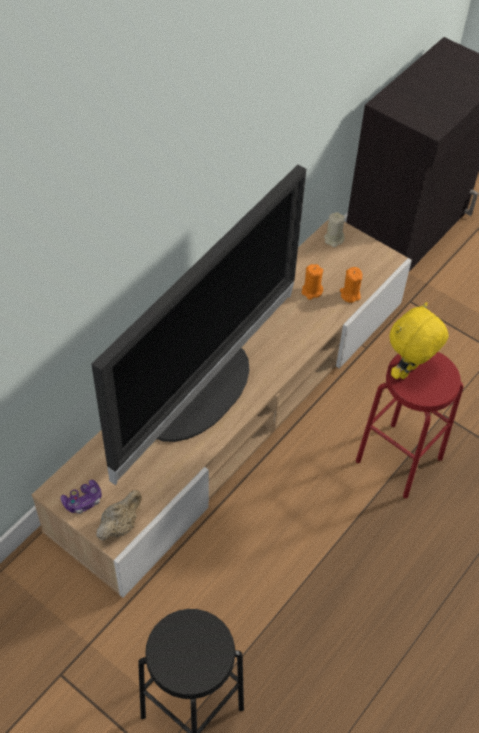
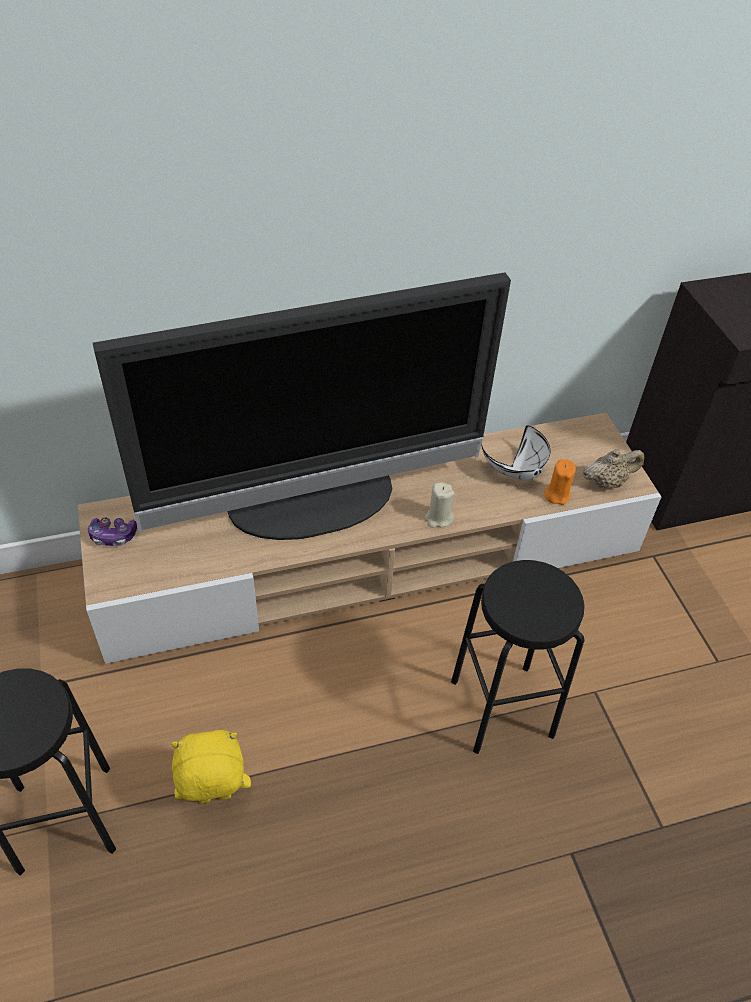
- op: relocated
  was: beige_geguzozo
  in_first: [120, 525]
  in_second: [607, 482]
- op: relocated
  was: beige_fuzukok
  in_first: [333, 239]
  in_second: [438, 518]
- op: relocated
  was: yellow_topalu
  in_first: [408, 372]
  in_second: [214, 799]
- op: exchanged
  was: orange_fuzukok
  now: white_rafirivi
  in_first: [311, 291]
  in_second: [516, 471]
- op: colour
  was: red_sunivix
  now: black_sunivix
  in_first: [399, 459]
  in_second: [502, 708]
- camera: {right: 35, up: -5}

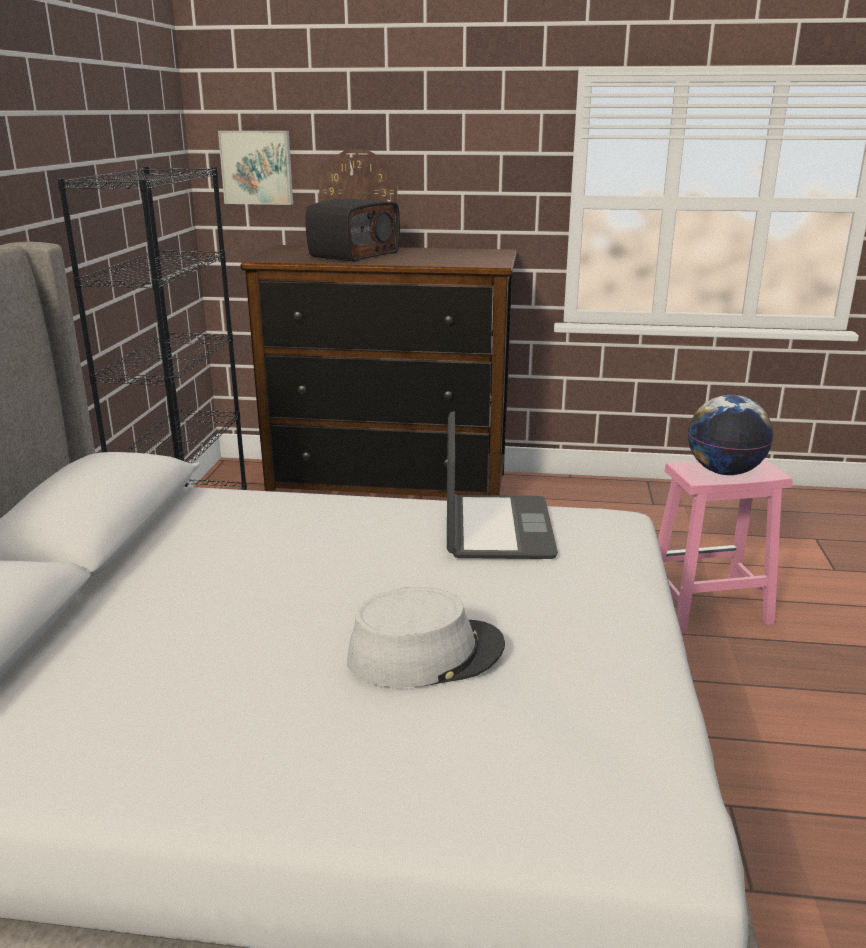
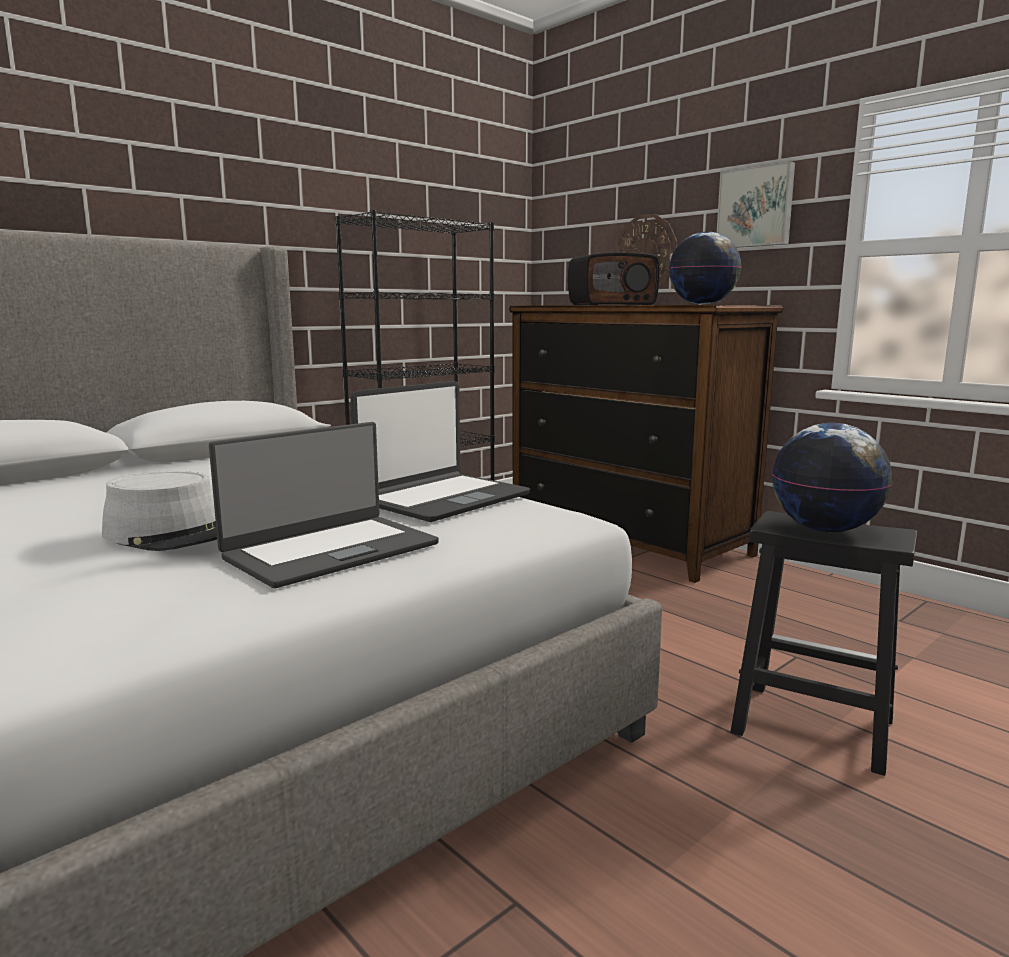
- op: appeared
  now: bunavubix
  in_second: [330, 550]
- op: appeared
  now: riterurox
  in_second: [702, 304]
- op: relocated
  was: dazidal
  in_first: [257, 167]
  in_second: [756, 207]
- op: colour
  was: pink_sunivix
  now: black_sunivix
  in_first: [706, 608]
  in_second: [809, 725]
- camera: {right: 40, up: -10}

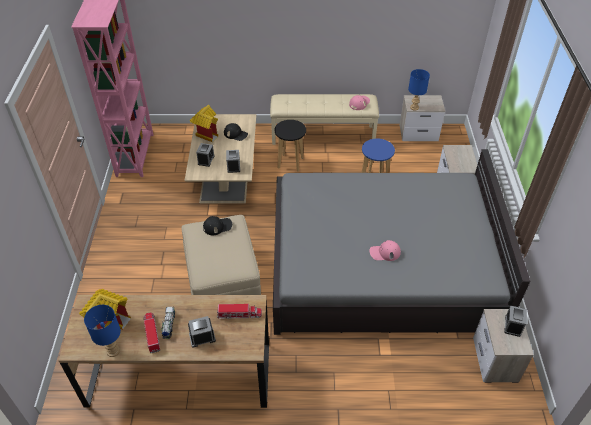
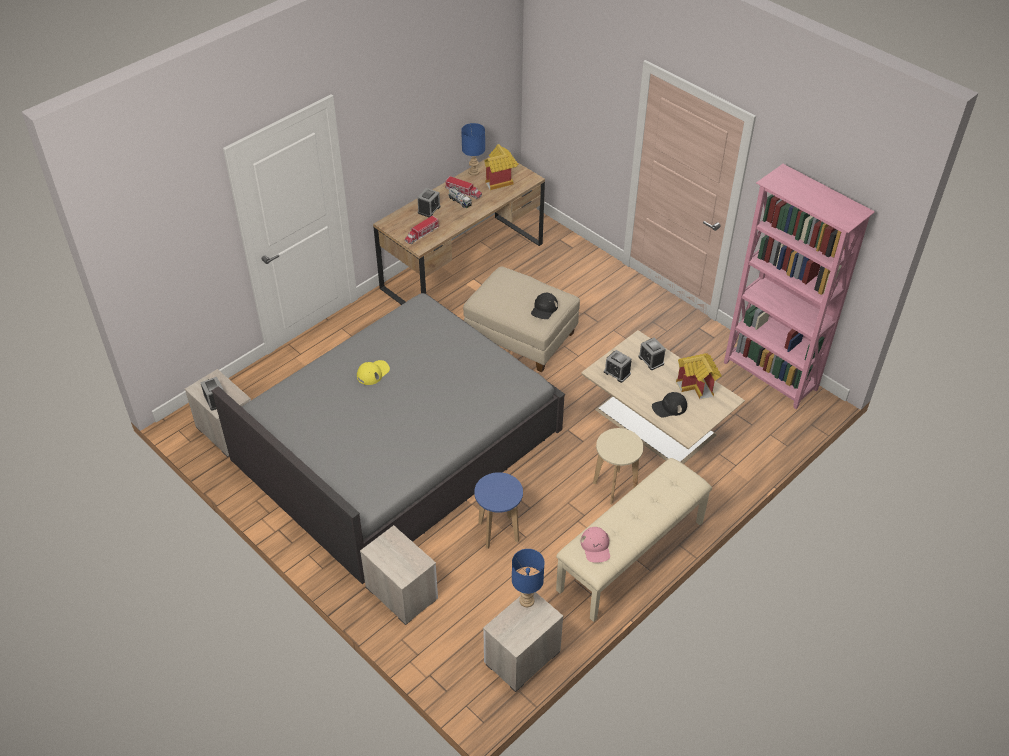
- op: colour
  was: black_sunivix
  now: beige_sunivix
  in_first: [290, 163]
  in_second: [615, 487]
- op: colour
  was: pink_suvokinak
  now: yellow_suvokinak
  in_first: [384, 252]
  in_second: [373, 373]
- camera: {right: 135, up: 0}

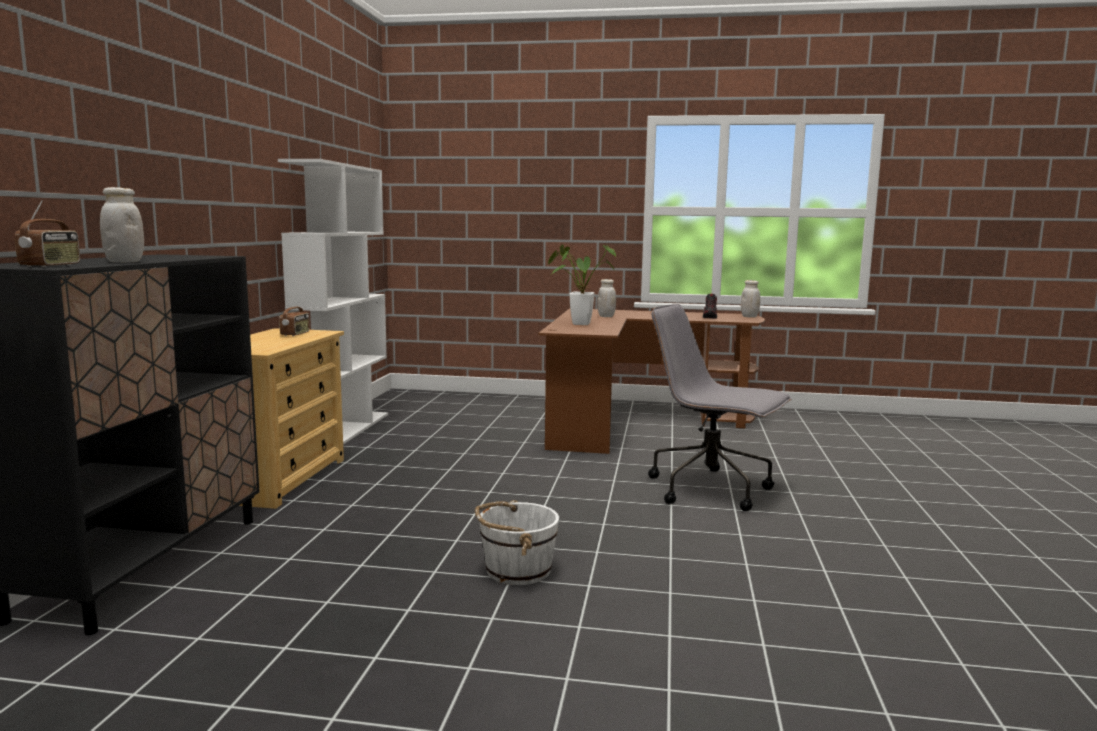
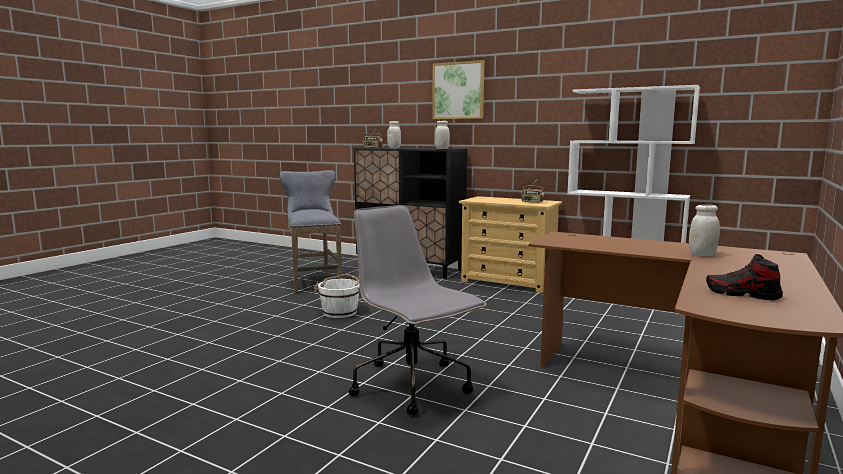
- op: missing
  was: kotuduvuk
  in_first: [576, 324]
- op: appeared
  now: grey_sunivix
  in_second: [314, 282]
- op: appeared
  now: dazidal
  in_second: [458, 90]
- op: relocated
  was: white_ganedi
  in_first: [749, 317]
  in_second: [442, 149]
- op: spun
  was: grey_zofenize
  in_first: [711, 490]
  in_second: [413, 386]
  clockwise: -90
- camera: {right: 110, up: 0}

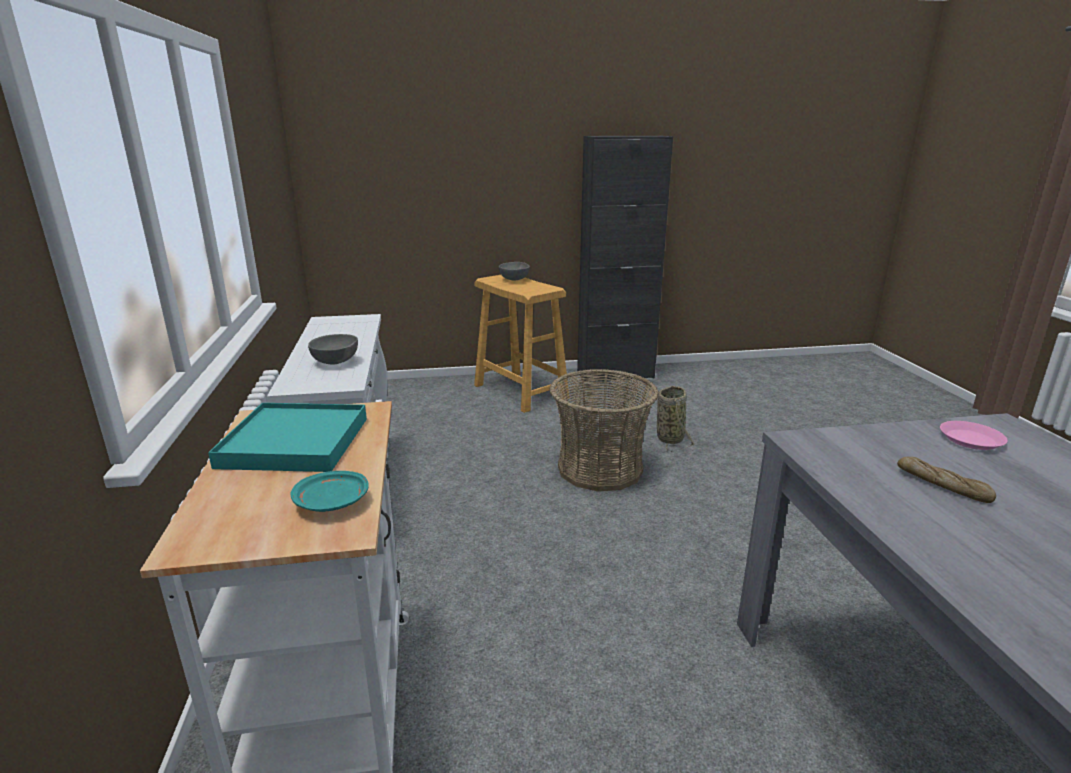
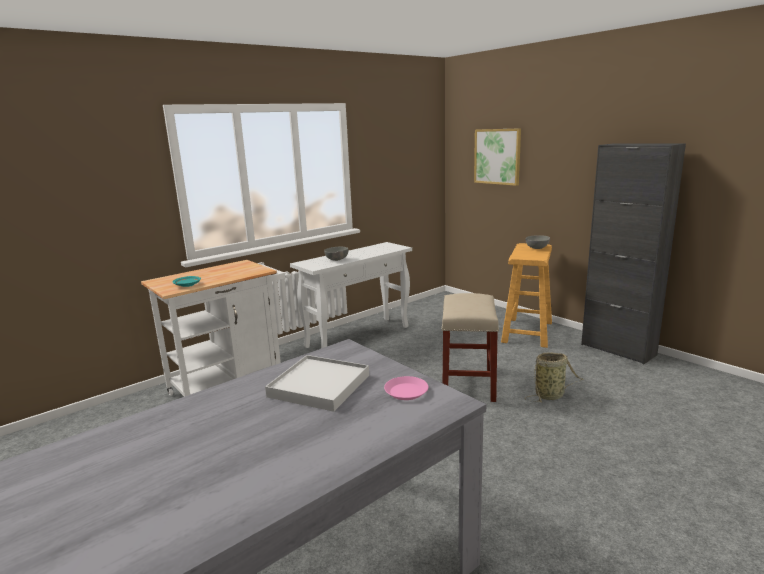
- op: missing
  was: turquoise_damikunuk
  in_first: [295, 442]
- op: appeared
  now: dazidal
  in_second: [497, 156]
- op: exchanged
  was: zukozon
  now: beige_sunivix
  in_first: [600, 469]
  in_second: [468, 384]
- op: exchanged
  was: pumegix
  now: white_damikunuk
  in_first: [942, 485]
  in_second: [319, 386]
- camera: {right: 60, up: -5}

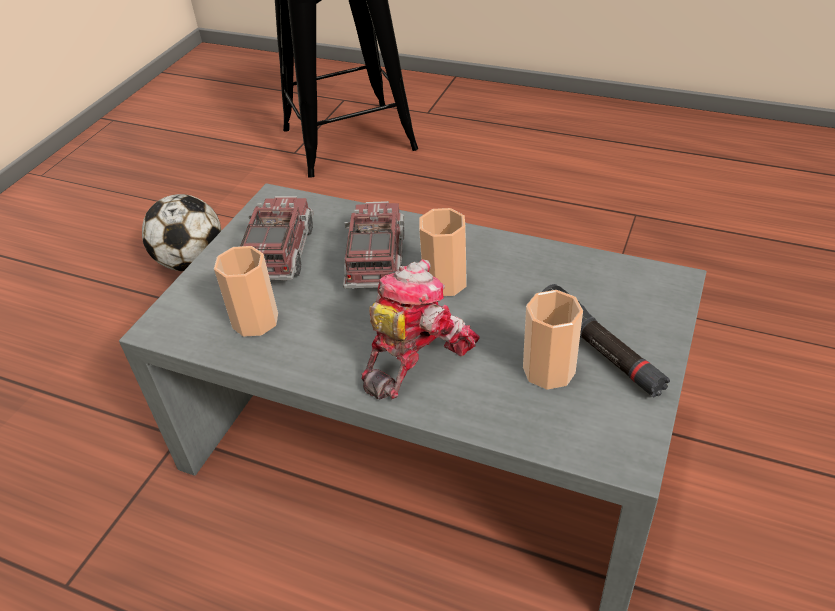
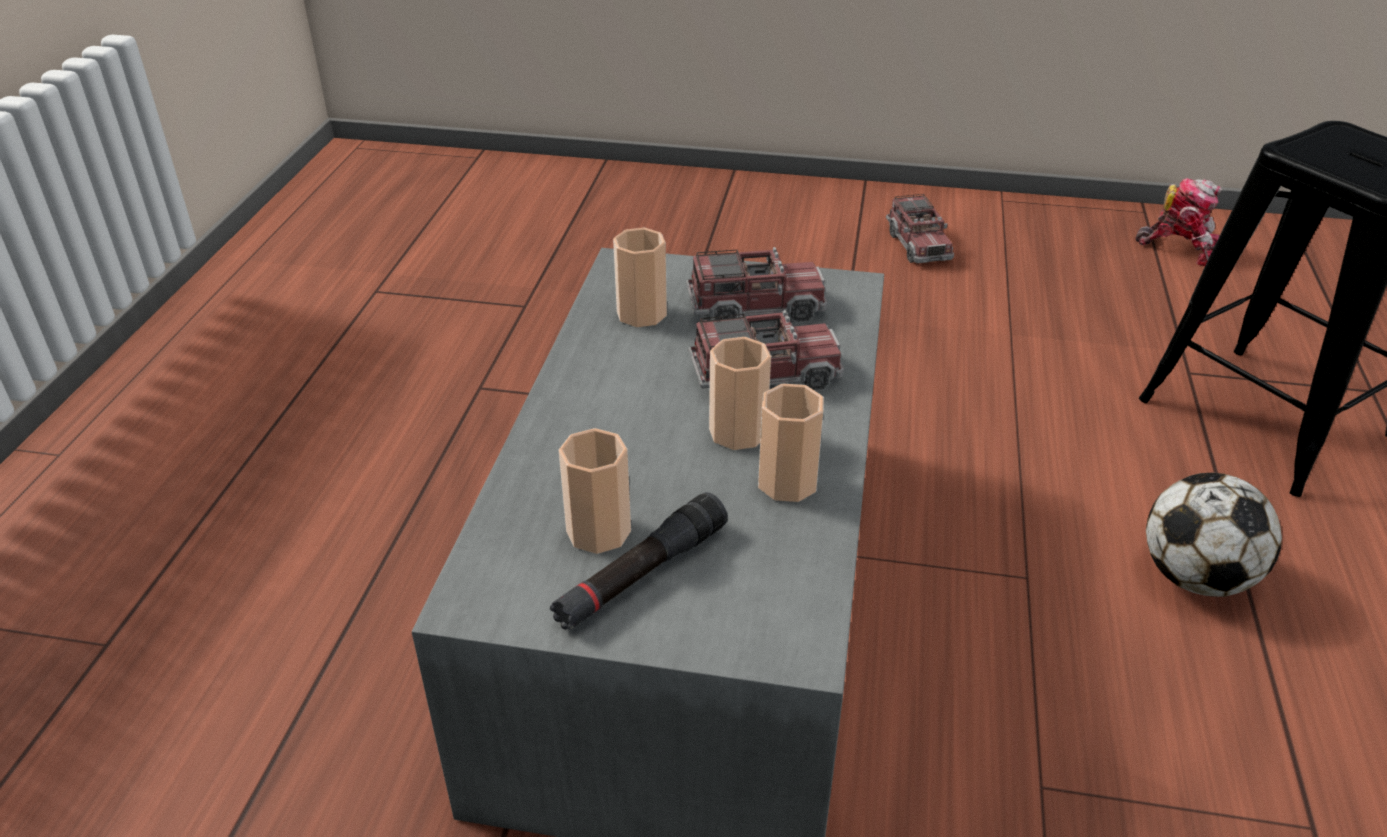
- op: appeared
  now: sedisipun
  in_second: [787, 482]
- op: appeared
  now: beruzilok
  in_second: [918, 245]
- op: relocated
  was: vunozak
  in_first: [192, 262]
  in_second: [1195, 577]
- op: relocated
  was: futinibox
  in_first: [414, 355]
  in_second: [1181, 248]
- camera: {right: 75, up: -5}

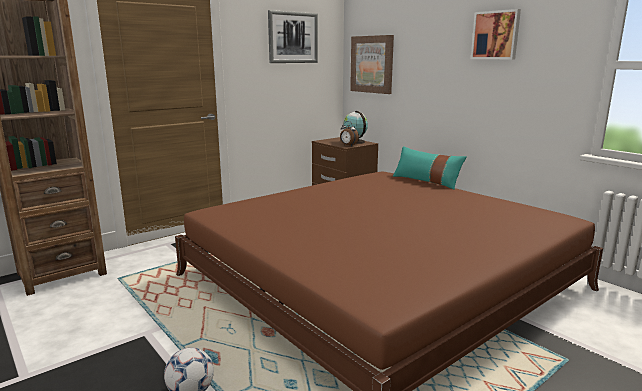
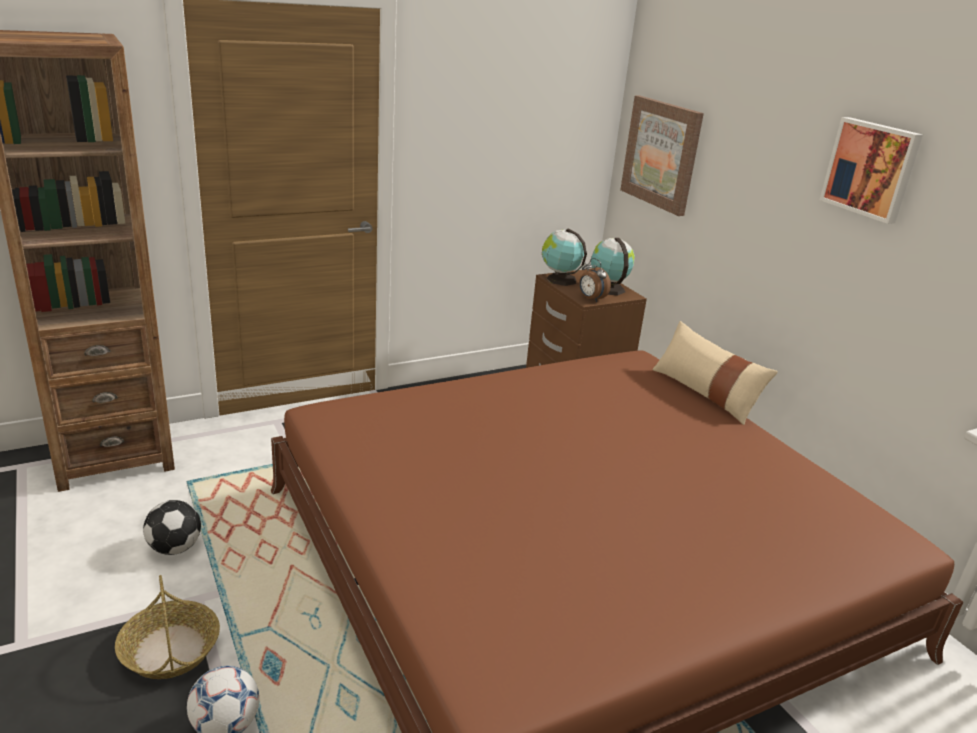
- op: missing
  was: dazidal
  in_first: [293, 37]
- op: appeared
  now: zukozon
  in_second: [170, 650]
- op: appeared
  now: vunozak
  in_second: [175, 547]
- op: appeared
  now: riterurox
  in_second: [560, 279]
- op: colour
  was: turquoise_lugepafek
  now: beige_lugepafek
  in_first: [426, 181]
  in_second: [705, 393]
- camera: {right: 10, up: 10}

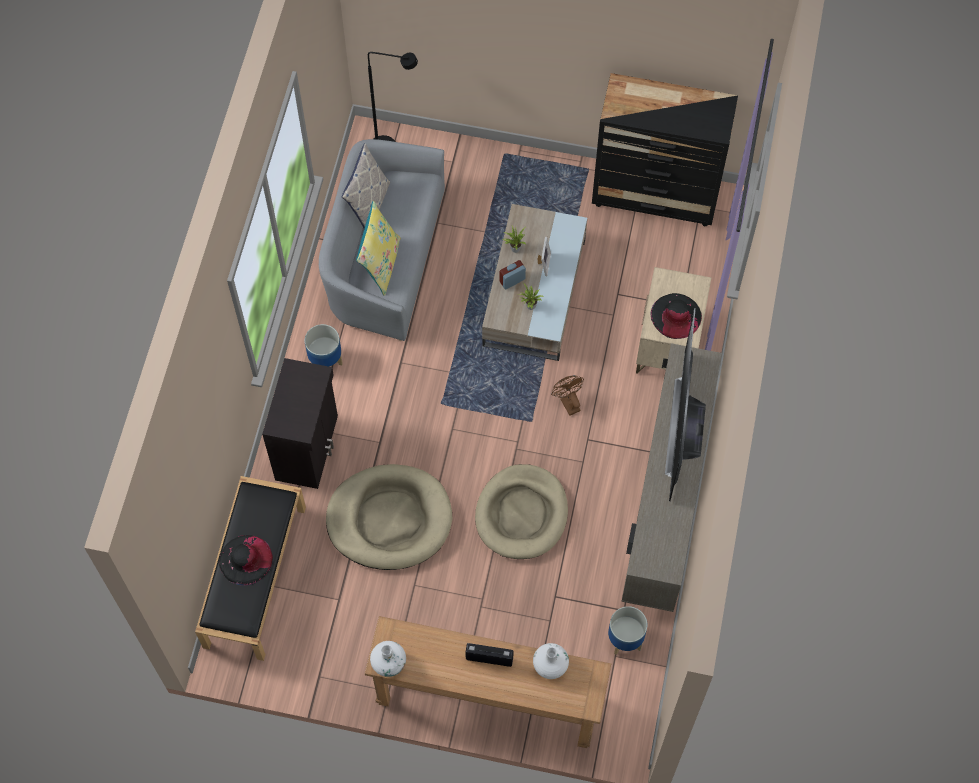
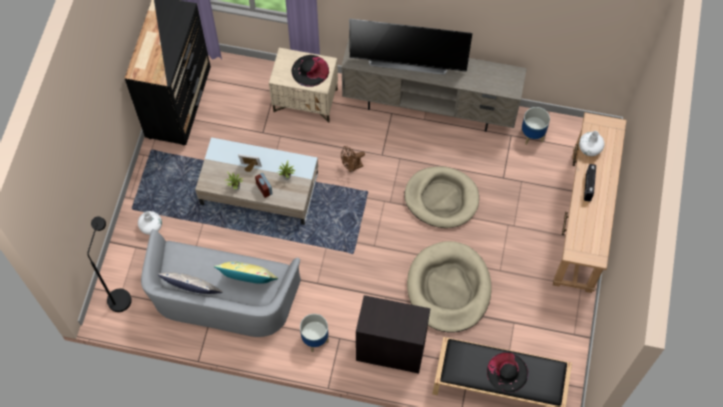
- op: relocated
  was: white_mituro
  in_first: [389, 663]
  in_second: [151, 227]
- camera: {right: -90, up: 0}

